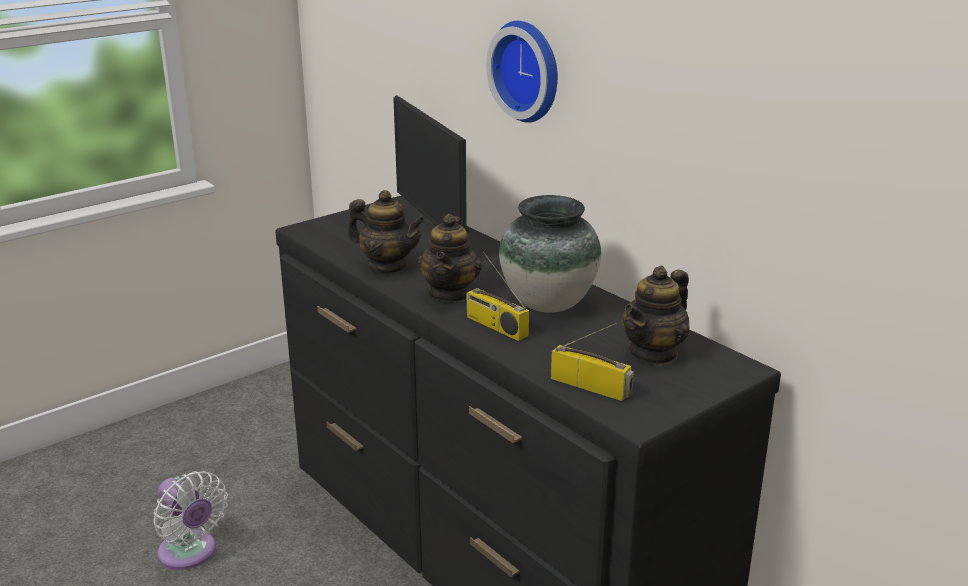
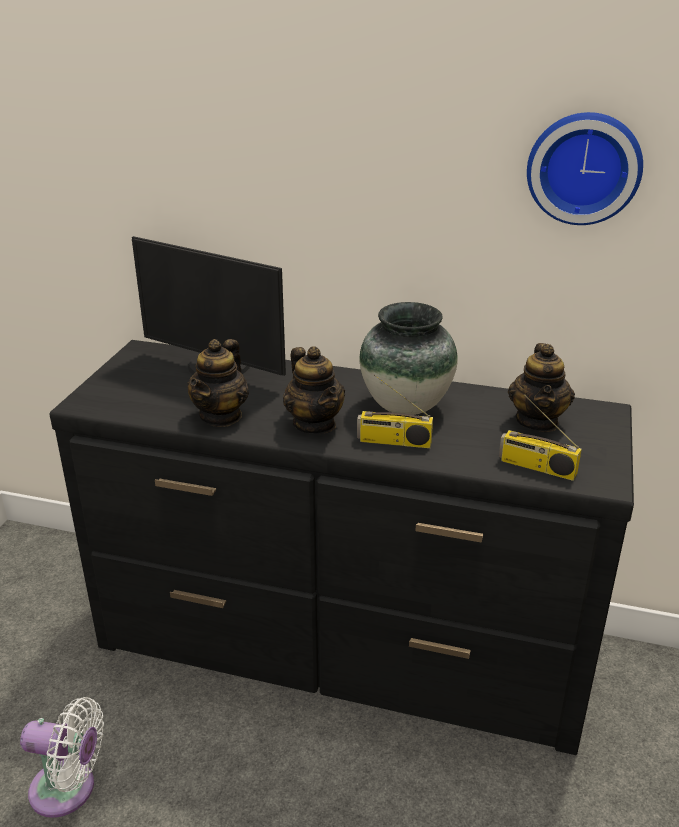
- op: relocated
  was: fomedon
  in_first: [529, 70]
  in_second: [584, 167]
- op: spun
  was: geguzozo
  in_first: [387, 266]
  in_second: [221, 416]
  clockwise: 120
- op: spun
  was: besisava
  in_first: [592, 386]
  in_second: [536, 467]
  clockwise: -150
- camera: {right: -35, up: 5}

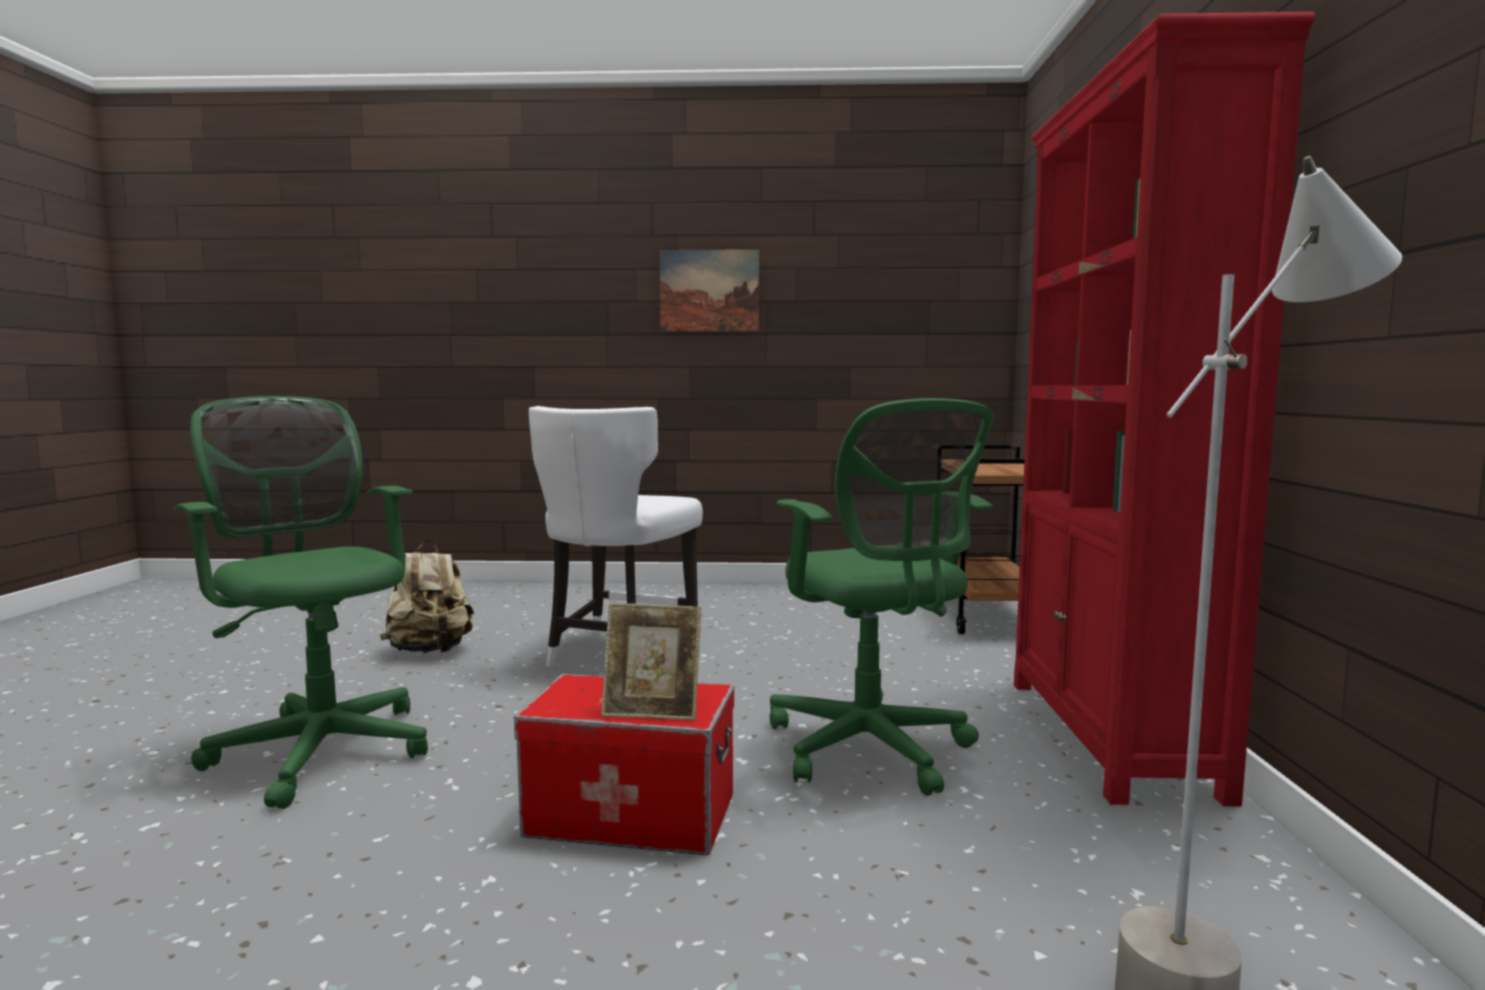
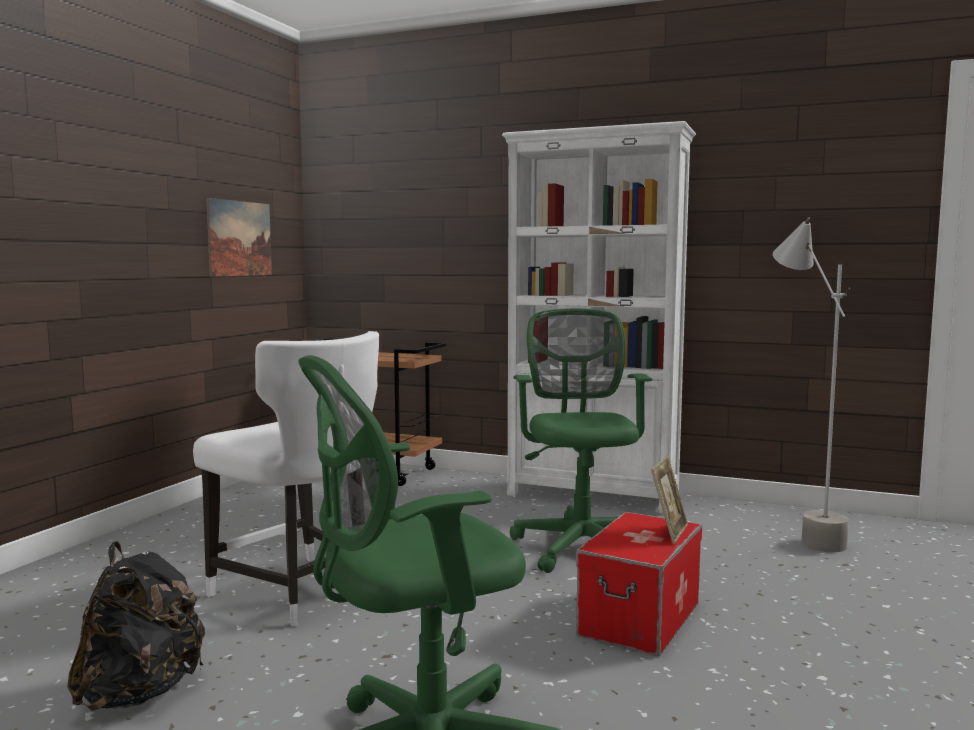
- op: relocated
  was: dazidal
  in_first: [709, 290]
  in_second: [240, 238]
- op: colour
  was: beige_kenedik
  now: black_kenedik
  in_first: [430, 651]
  in_second: [141, 693]
- op: colour
  was: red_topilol
  now: white_topilol
  in_first: [1109, 736]
  in_second: [593, 495]
- op: spun
  was: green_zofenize
  in_first: [872, 751]
  in_second: [580, 544]
  clockwise: -90
- camera: {right: -70, up: 0}

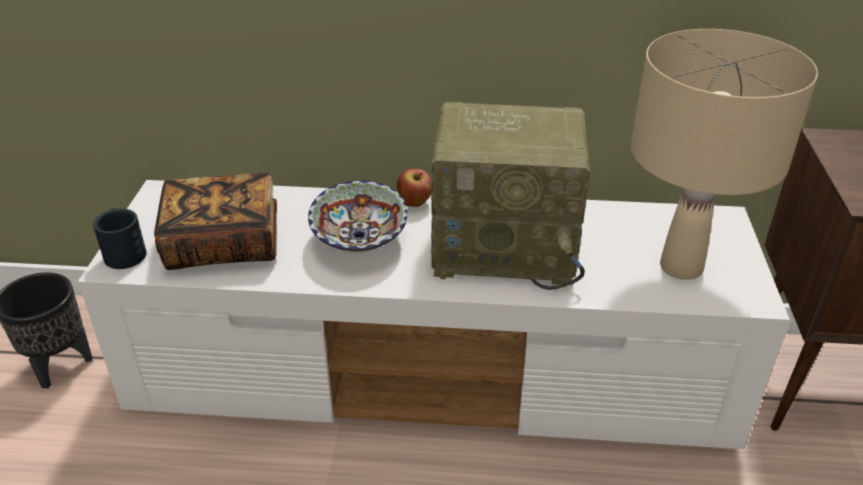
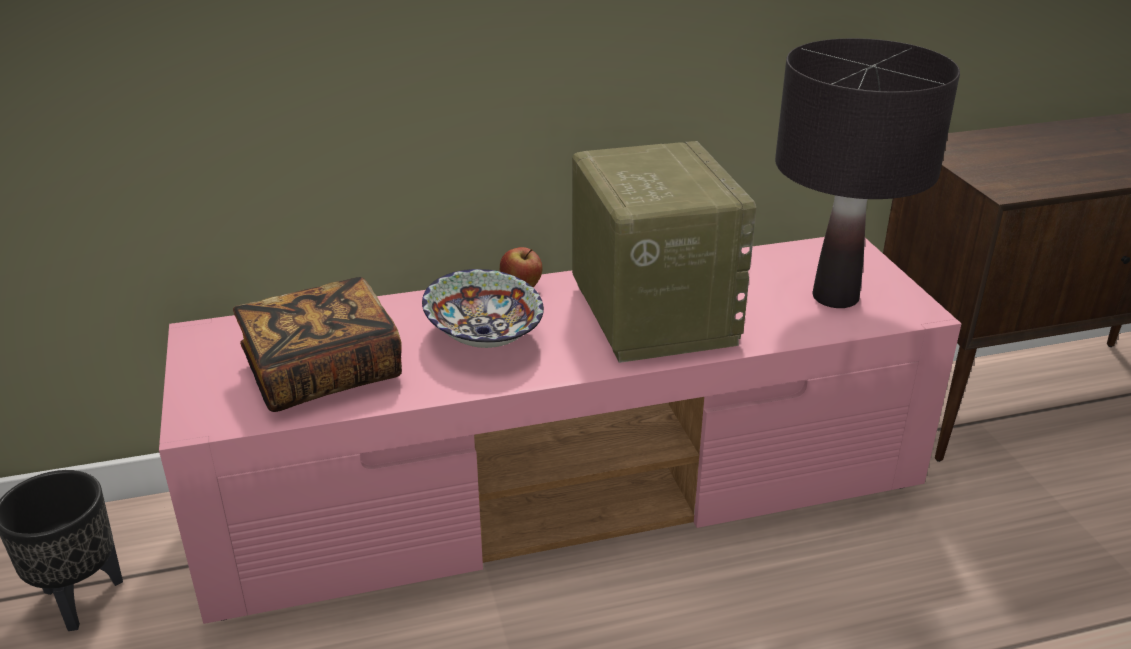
- op: missing
  was: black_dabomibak
  in_first: [124, 251]
- op: colour
  was: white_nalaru
  now: pink_nalaru
  in_first: [435, 374]
  in_second: [569, 492]
- op: colour
  was: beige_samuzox
  now: black_samuzox
  in_first: [682, 267]
  in_second: [836, 297]
- op: spun
  was: besisava
  in_first: [507, 246]
  in_second: [650, 312]
  clockwise: -90
- camera: {right: -20, up: -5}

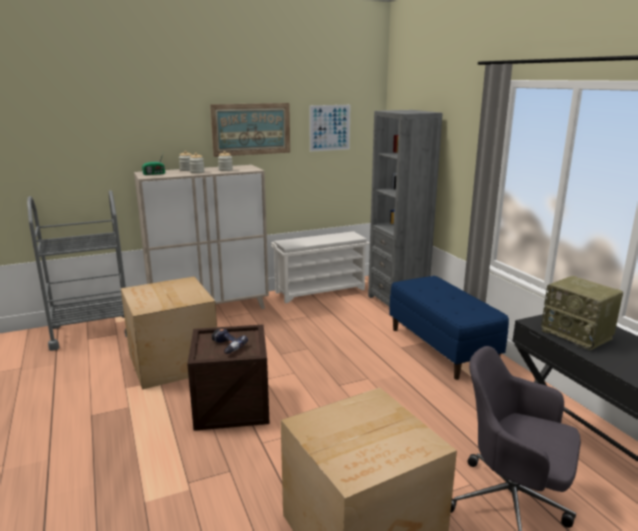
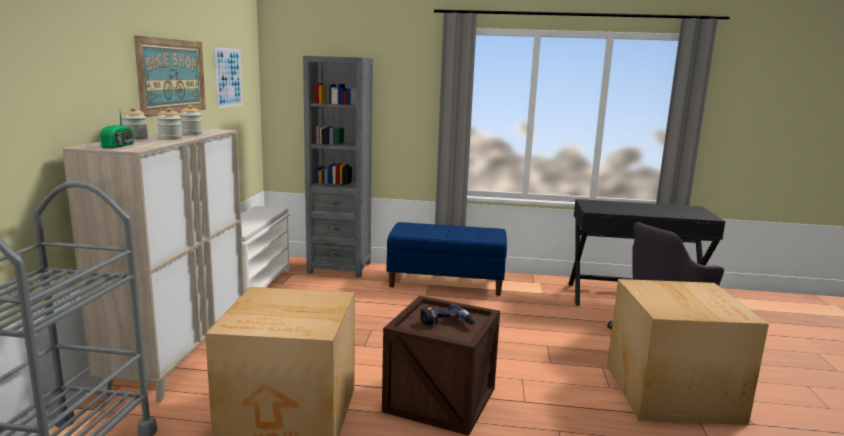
- op: missing
  was: besisava
  in_first: [578, 335]
- camera: {right: -60, up: -5}

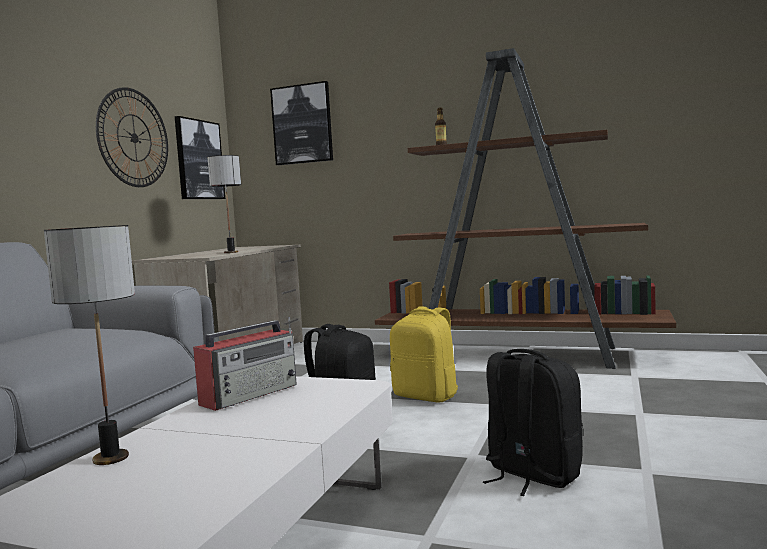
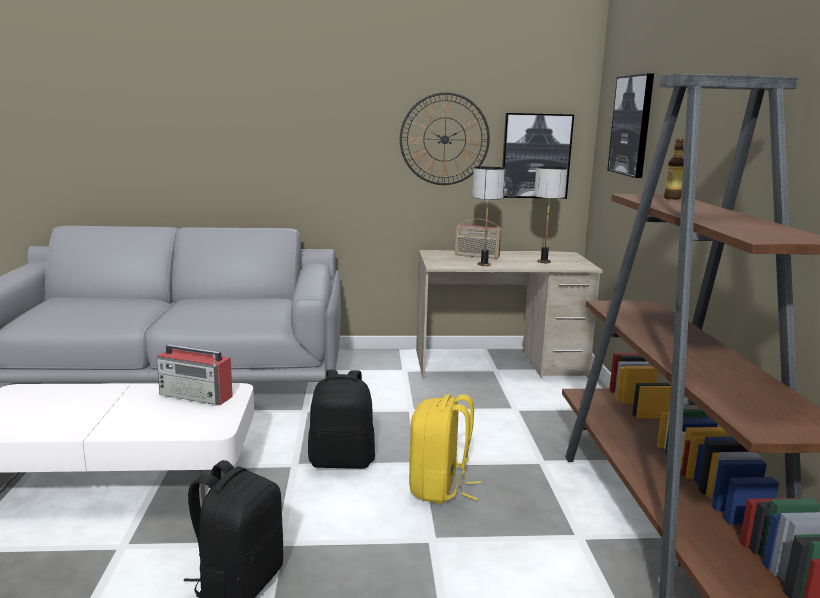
- op: appeared
  now: besisava
  in_second: [476, 256]
- op: relocated
  was: samuzox
  in_first: [112, 458]
  in_second: [544, 262]
- camera: {right: 65, up: 10}

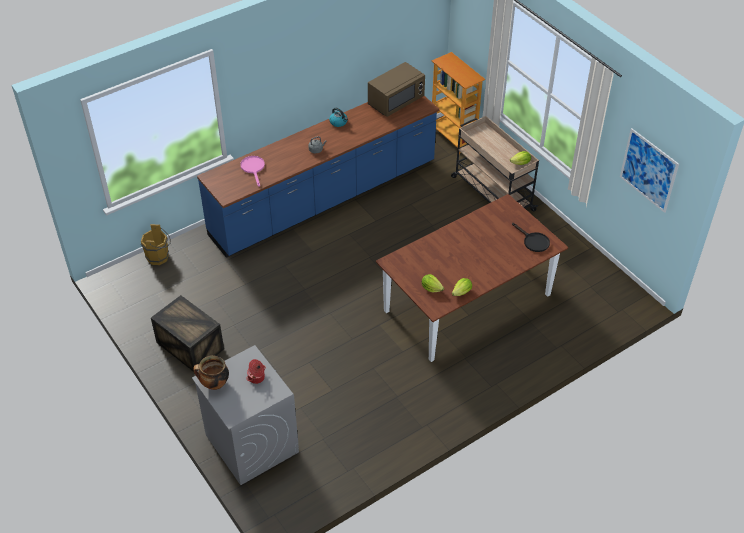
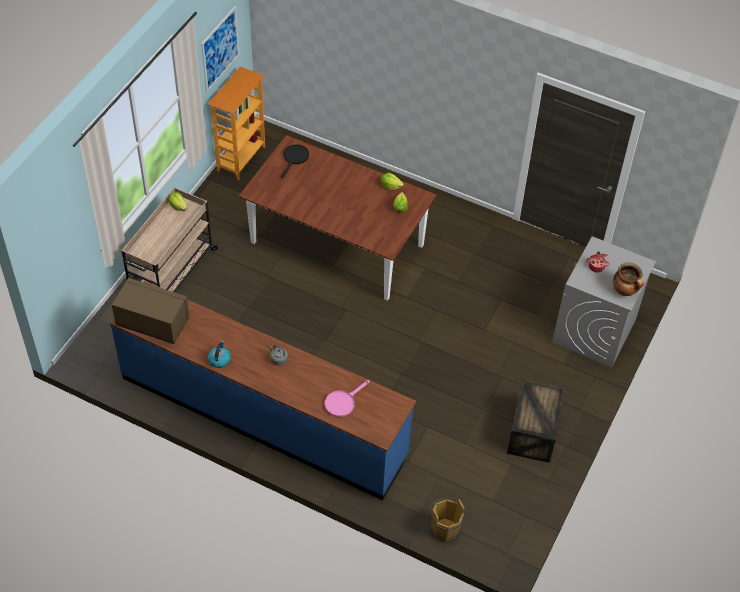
- op: relocated
  was: topilol
  in_first: [453, 138]
  in_second: [240, 159]
- camera: {right: -120, up: 5}

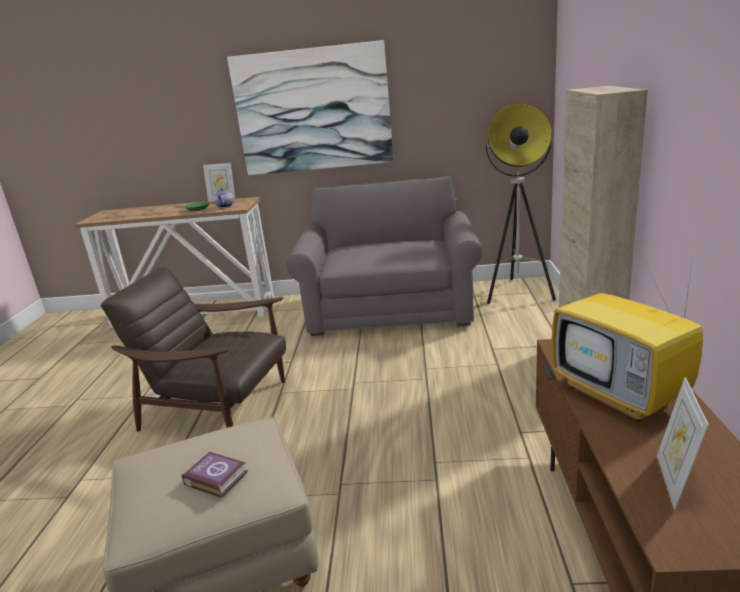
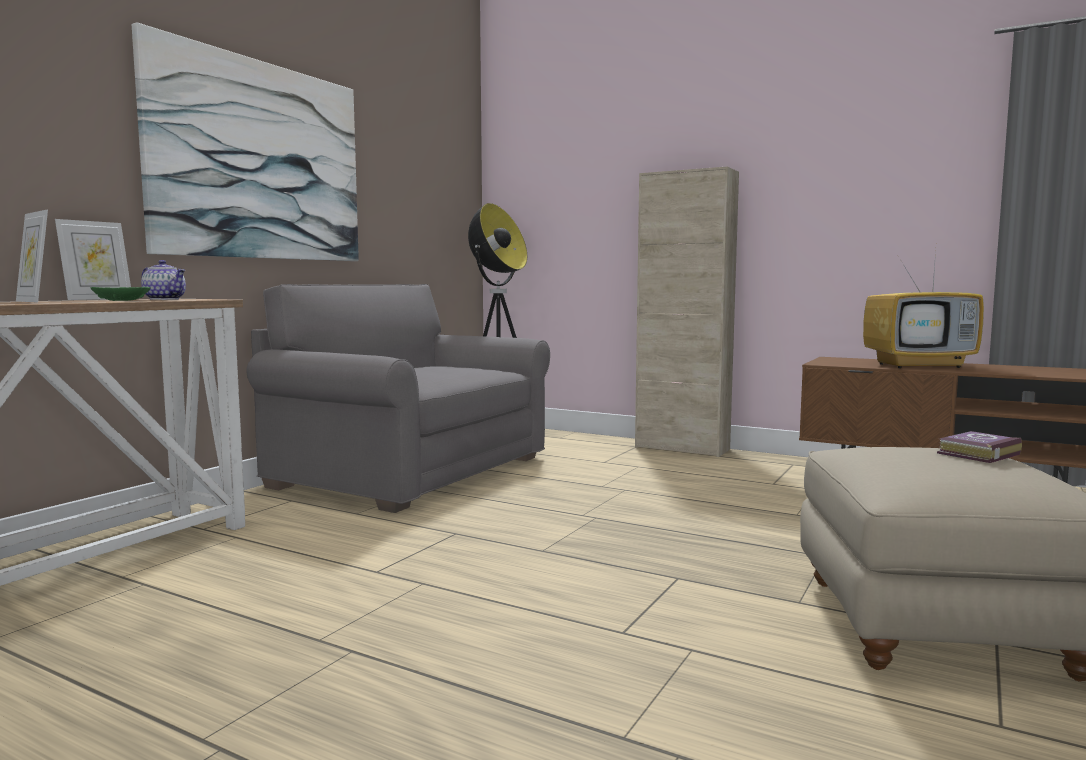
- op: missing
  was: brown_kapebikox
  in_first: [218, 406]
- op: relocated
  was: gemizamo
  in_first: [674, 482]
  in_second: [35, 301]
- camera: {right: -65, up: -15}

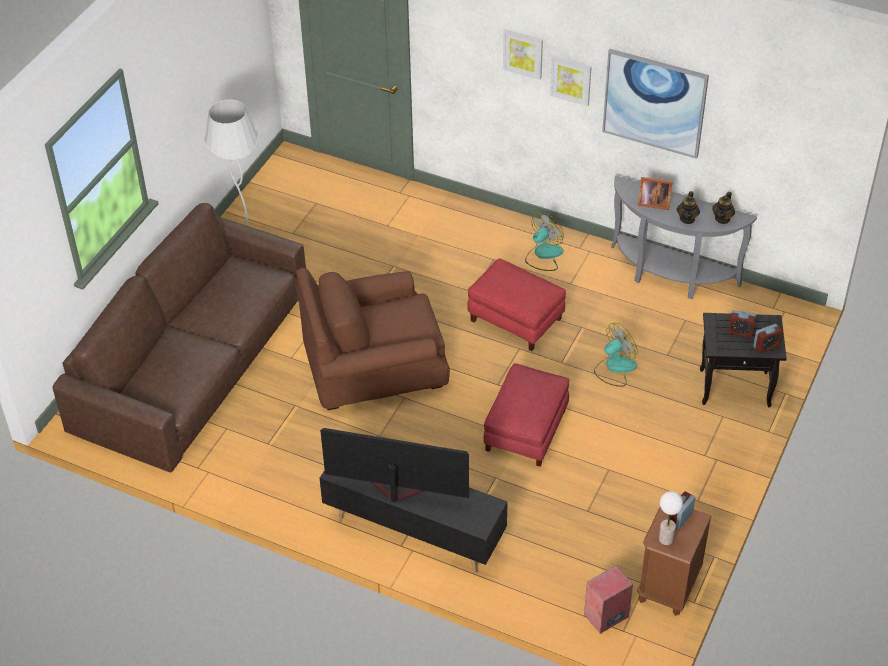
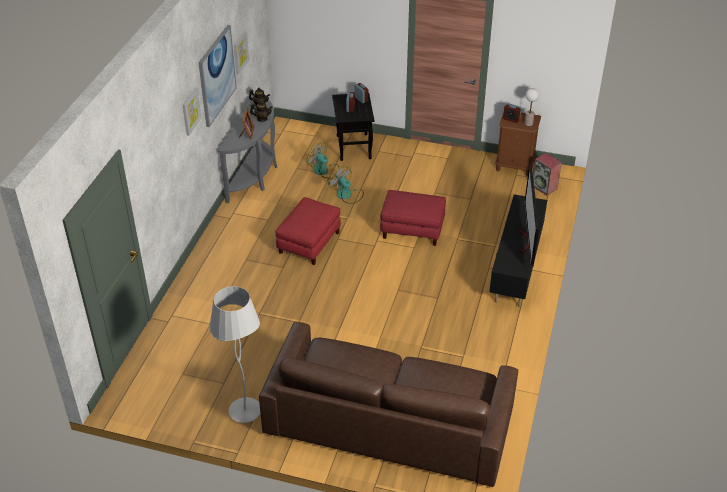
- op: missing
  was: brown_kapebikox
  in_first: [374, 365]
- op: relocated
  was: dazidal
  in_first: [523, 53]
  in_second: [240, 52]
- op: relocated
  was: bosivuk
  in_first: [543, 255]
  in_second: [324, 171]
- camera: {right: -100, up: -5}

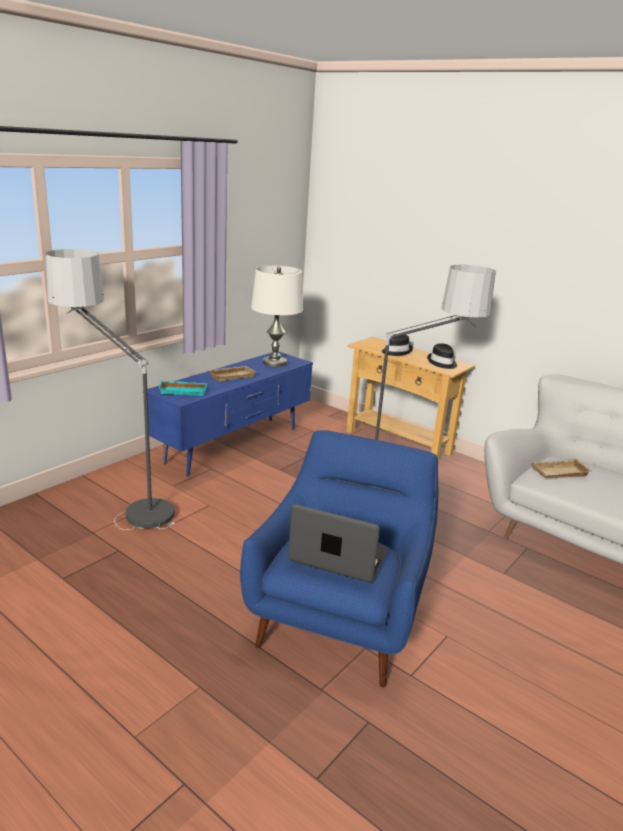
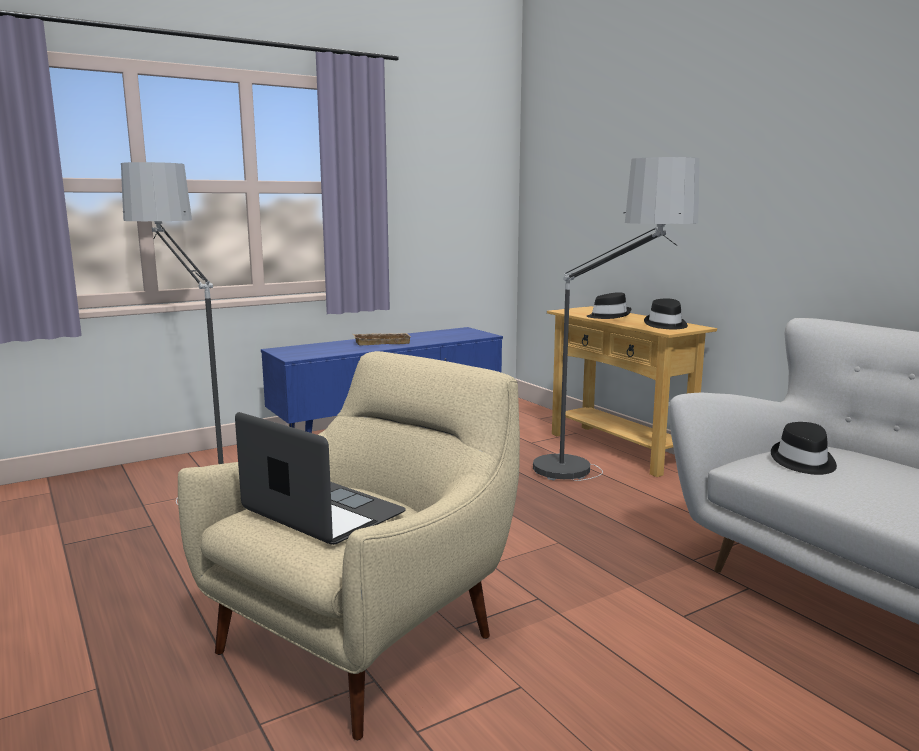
- op: missing
  was: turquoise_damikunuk
  in_first: [184, 391]
- op: missing
  was: white_samuzox
  in_first: [274, 363]
- op: exchanged
  was: beige_damikunuk
  now: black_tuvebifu
  in_first: [560, 473]
  in_second: [803, 461]
- op: colour
  was: blue_kapebikox
  now: beige_kapebikox
  in_first: [339, 619]
  in_second: [365, 638]
- camera: {right: 20, up: -10}

